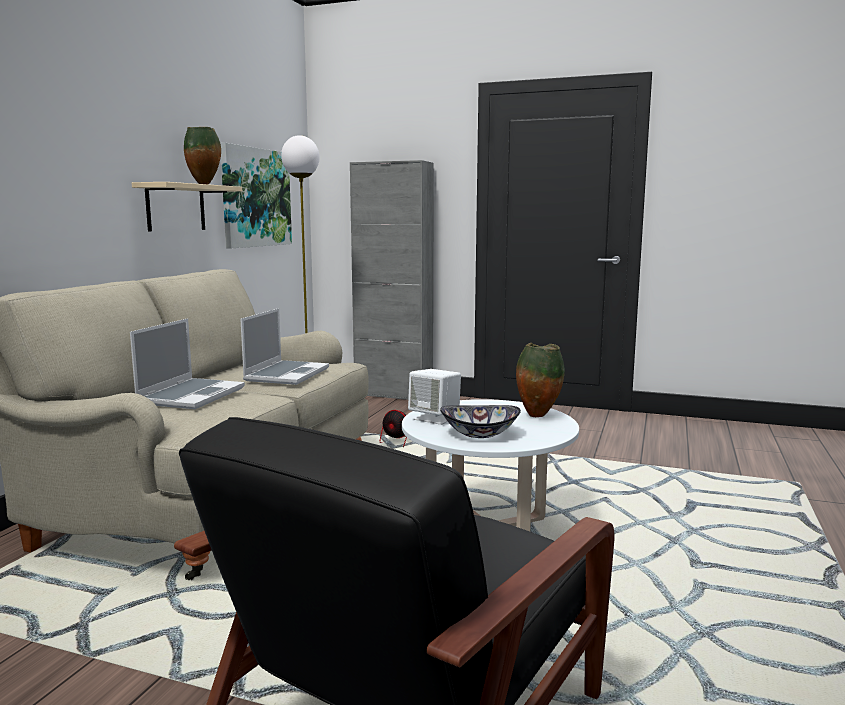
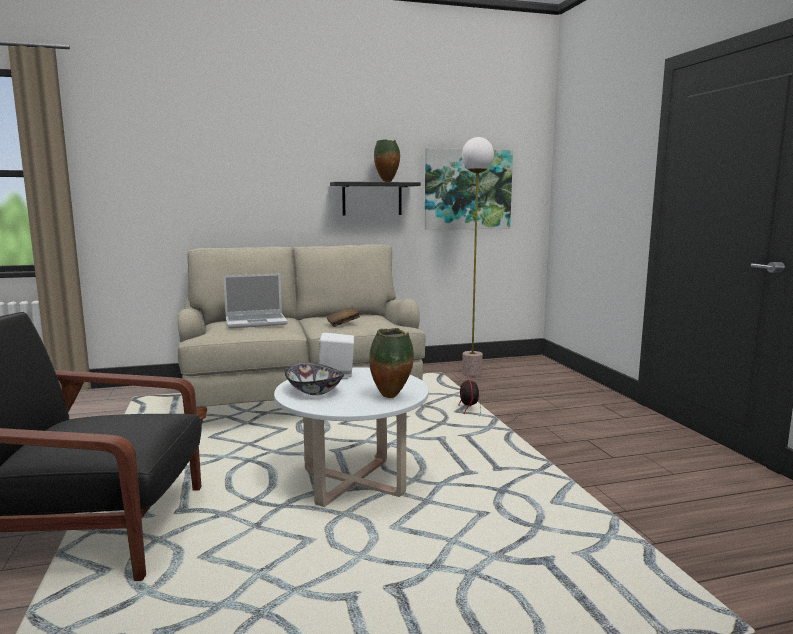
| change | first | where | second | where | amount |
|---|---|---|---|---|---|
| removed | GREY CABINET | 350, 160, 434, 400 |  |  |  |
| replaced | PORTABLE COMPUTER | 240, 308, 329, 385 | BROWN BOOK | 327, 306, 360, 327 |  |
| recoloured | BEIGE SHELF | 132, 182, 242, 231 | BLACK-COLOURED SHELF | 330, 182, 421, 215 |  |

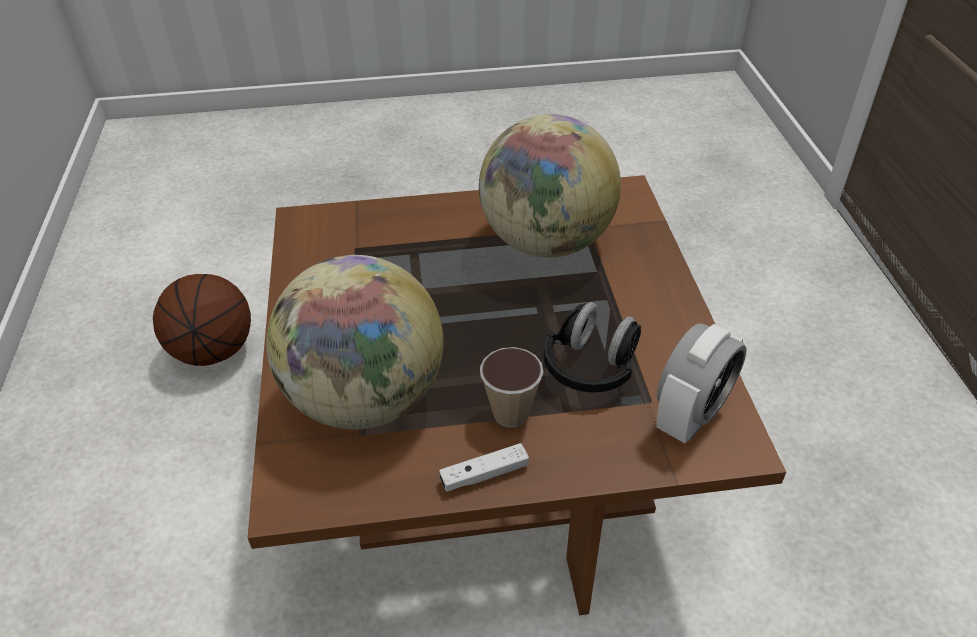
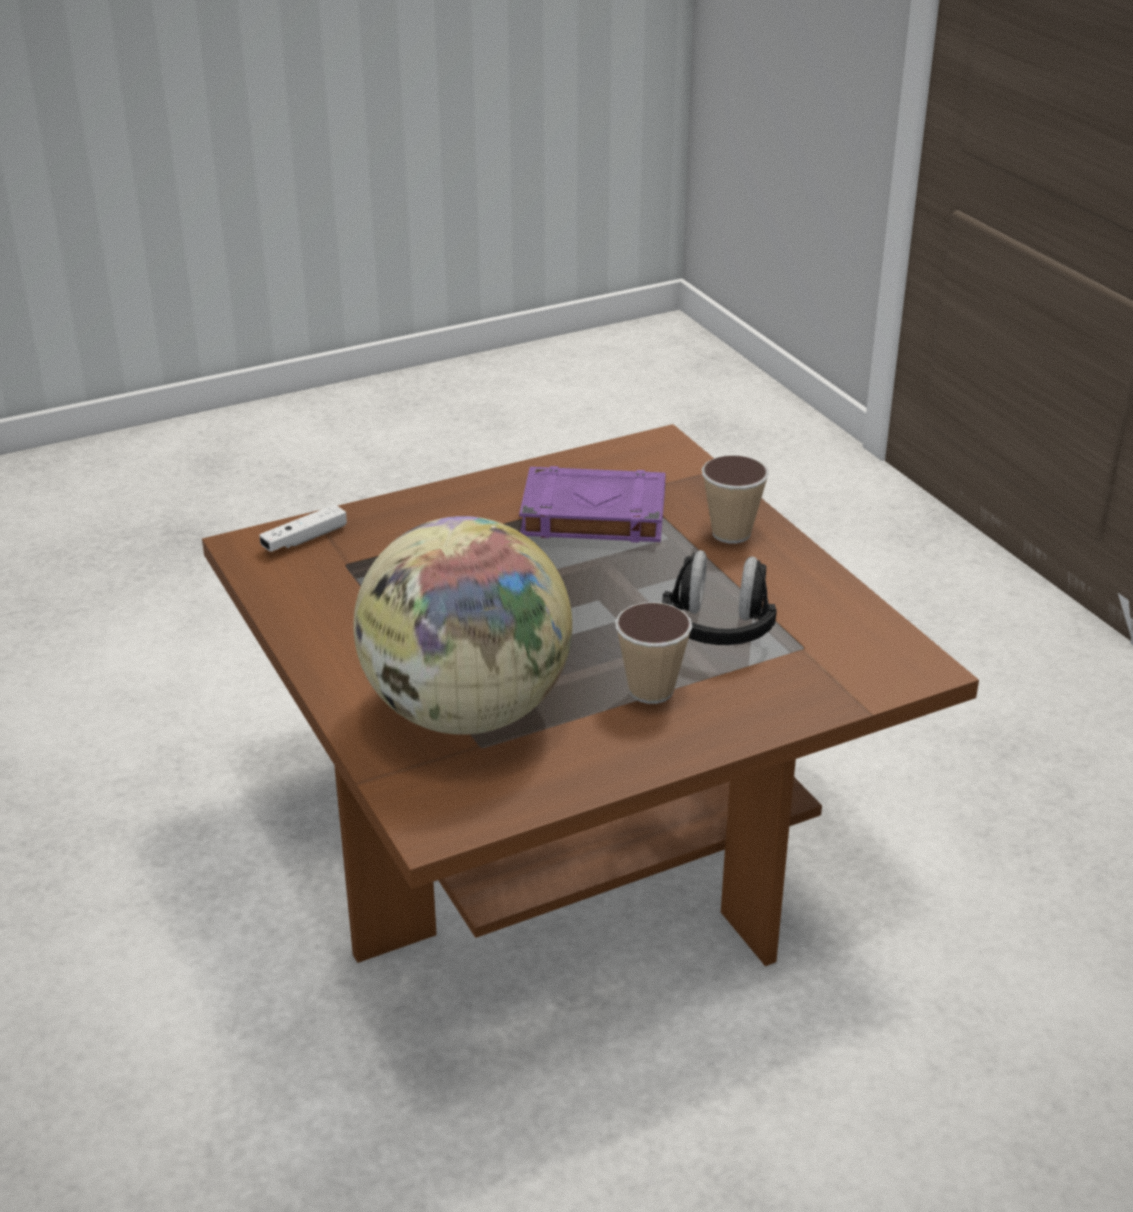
| change | first | where | second | where | amount |
|---|---|---|---|---|---|
| removed | BALL FOR BASKETBALL | 153, 274, 251, 366 |  |  |  |
| removed | BEDSIDE CLOCK | 656, 324, 746, 443 |  |  |  |
| added |  |  | CUP | 702, 455, 769, 543 |  |
| moved | WHITISH GAME CONTROLLER | 439, 443, 529, 492 |  | 259, 504, 347, 552 |  |
| replaced | WORLD GLOBE | 479, 114, 621, 258 | PURPLISH BOOK | 519, 466, 666, 543 |  |

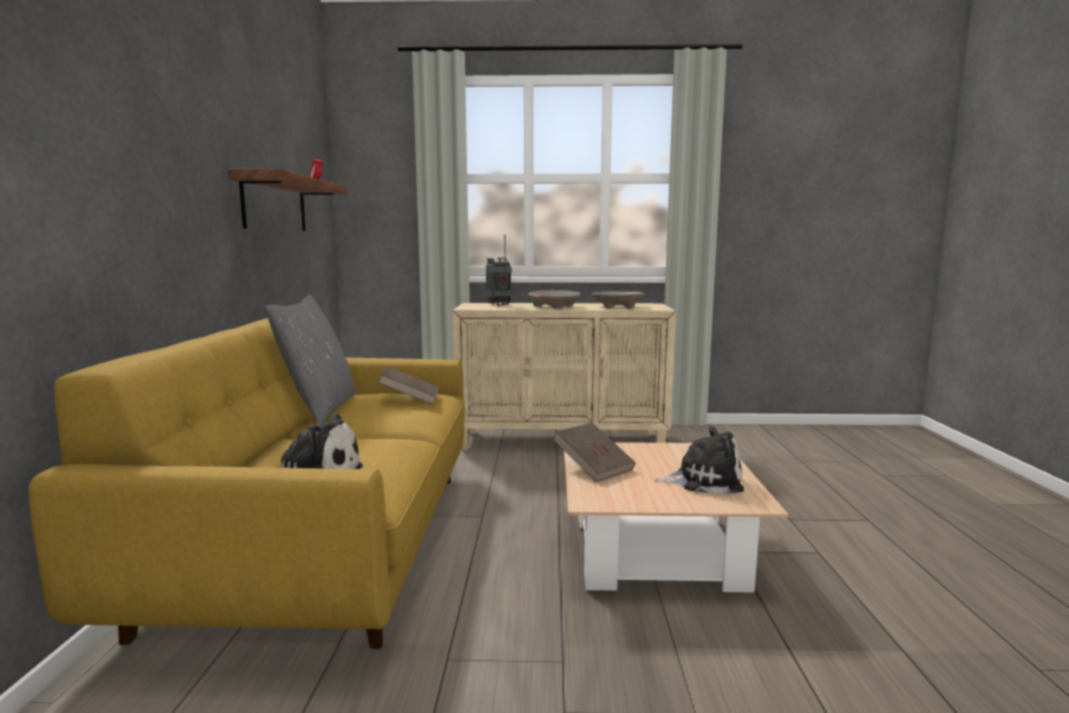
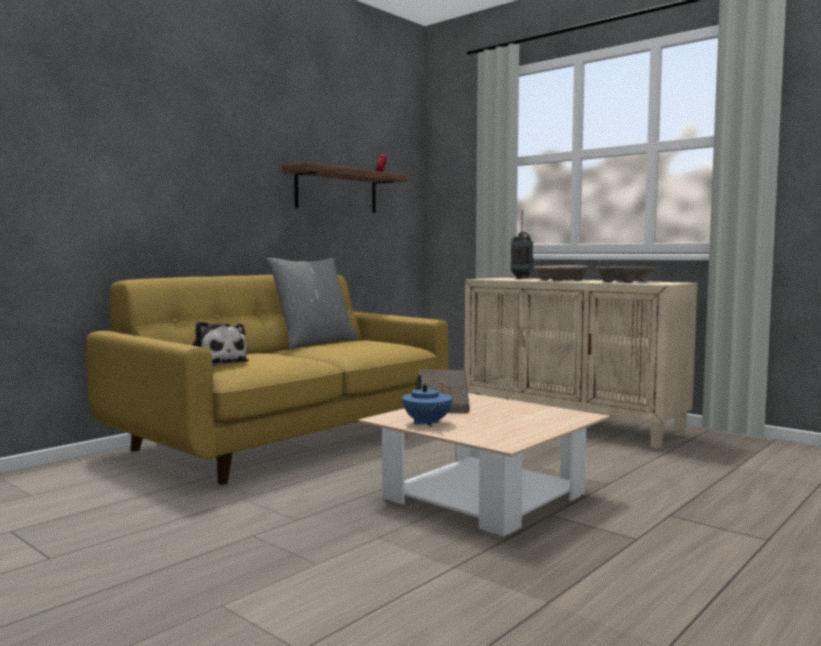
| change | first | where | second | where | amount |
|---|---|---|---|---|---|
| removed | BROWN BOOK | 378, 366, 438, 405 |  |  |  |
| removed | SOFT TOY | 654, 426, 744, 495 |  |  |  |
| added |  |  | BLUE POT FOR TEA | 402, 375, 452, 427 |  |

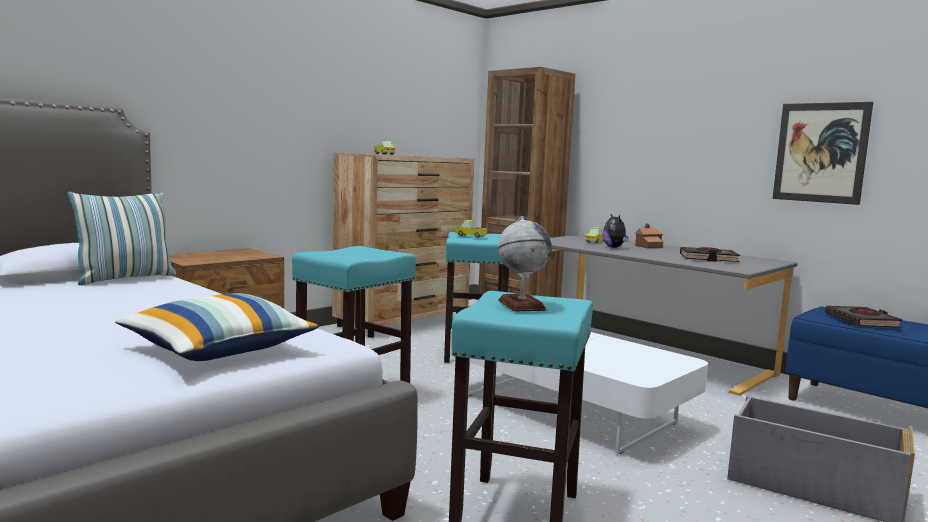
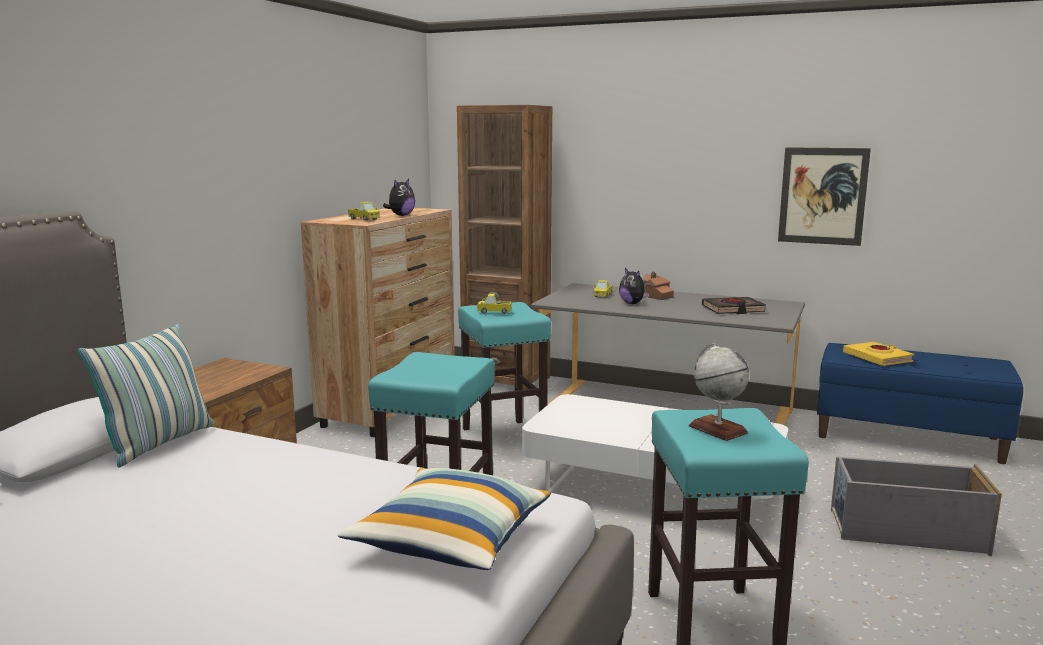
| change | first | where | second | where | amount |
|---|---|---|---|---|---|
| added |  |  | SOFT TOY | 383, 179, 415, 216 |  |
| recoloured | BLACK-COLOURED BOOK | 825, 306, 903, 328 | YELLOW BOOK | 843, 342, 914, 366 |  |

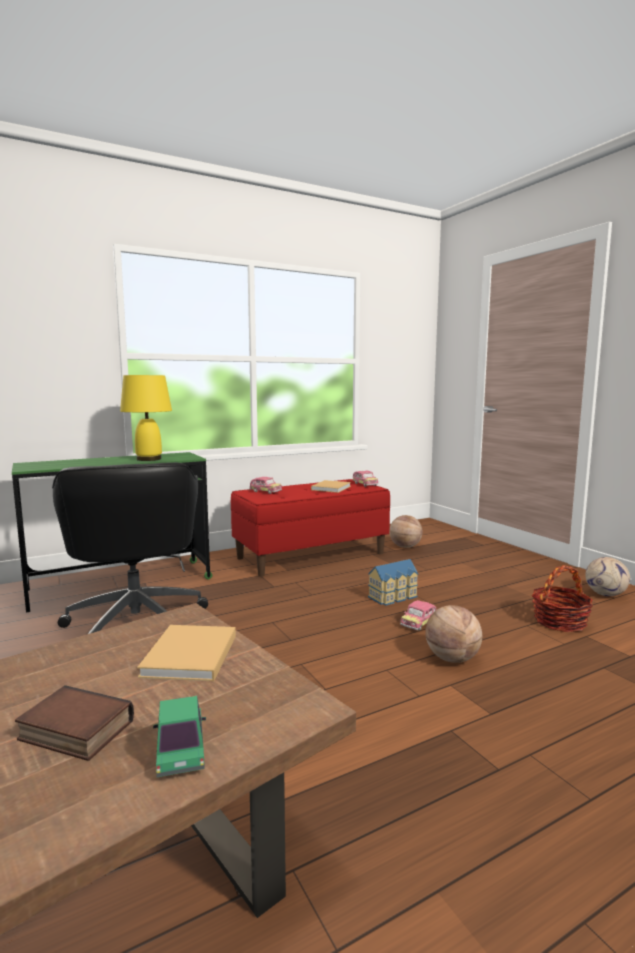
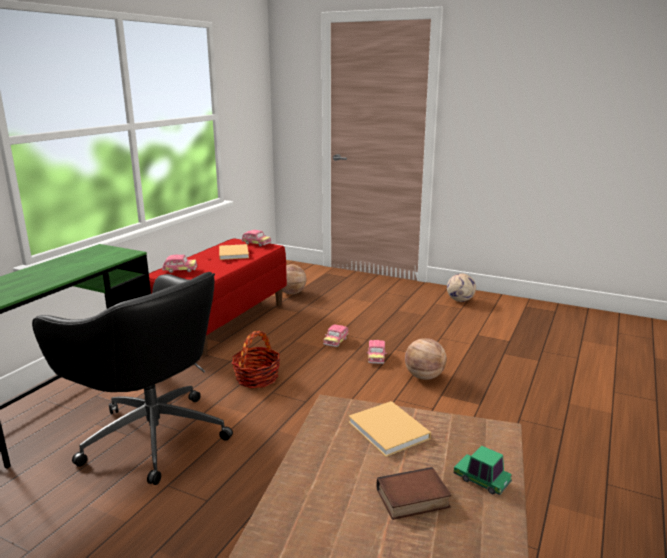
| change | first | where | second | where | amount |
|---|---|---|---|---|---|
| removed | YELLOW LAMP FOR A TABLE | 120, 375, 172, 461 |  |  |  |
| moved | STORAGE BASKET | 532, 565, 593, 632 |  | 232, 331, 280, 388 |  |
| replaced | MINIATURE HOUSE | 368, 559, 418, 606 | MINIATURE CAR | 323, 325, 348, 347 |  |

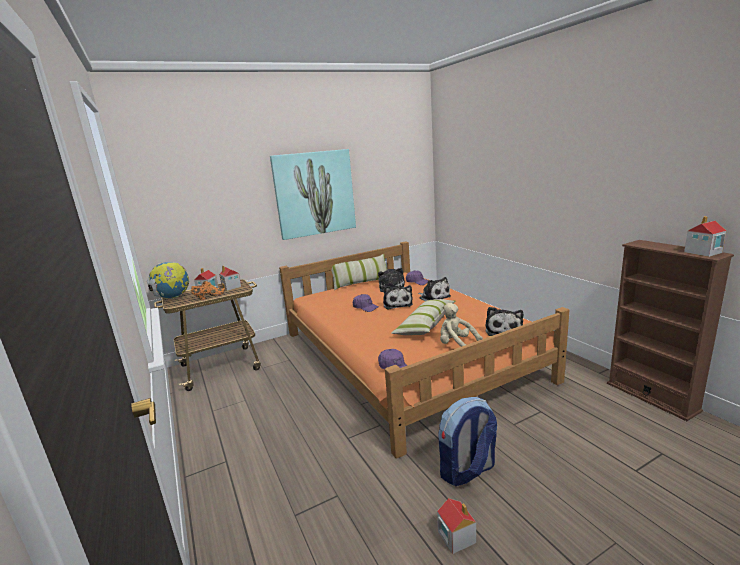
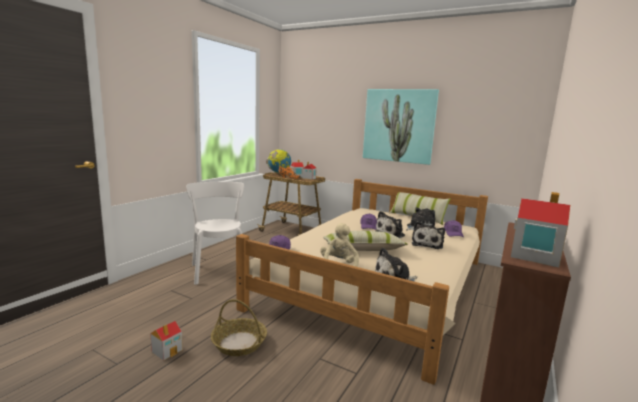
| change | first | where | second | where | amount |
|---|---|---|---|---|---|
| added |  |  | WHITISH CHAIR | 186, 182, 244, 285 |  |
| replaced | BACKPACK | 438, 397, 497, 486 | STORAGE BASKET | 211, 299, 267, 356 |  |
| recoloured | ORANGEY BED | 279, 241, 569, 459 | BEIGE BED | 236, 179, 488, 385 |  |

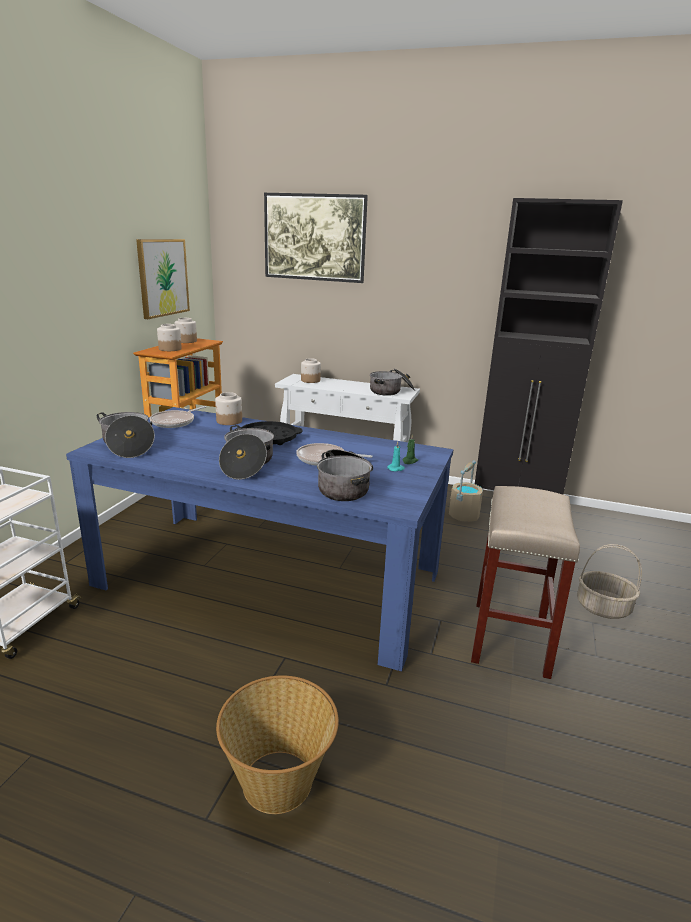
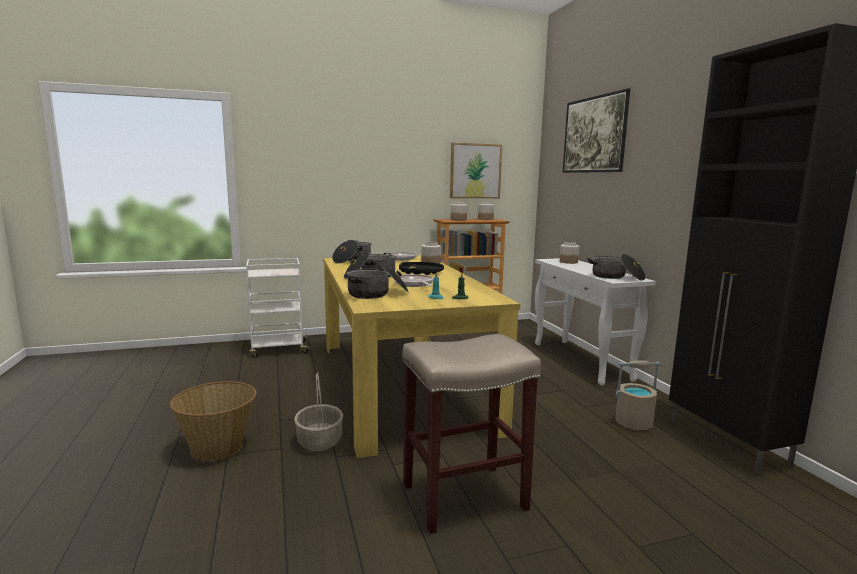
| change | first | where | second | where | amount |
|---|---|---|---|---|---|
| moved | STORAGE BASKET | 577, 544, 642, 619 |  | 294, 372, 343, 451 |  |
| recoloured | BLUE DINING TABLE | 66, 407, 454, 672 | YELLOW DINING TABLE | 323, 255, 520, 458 |  |

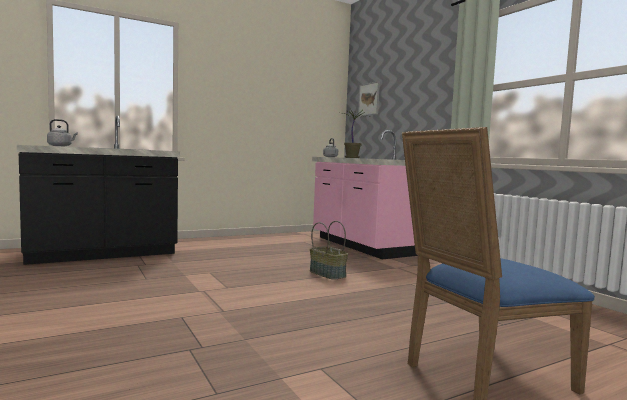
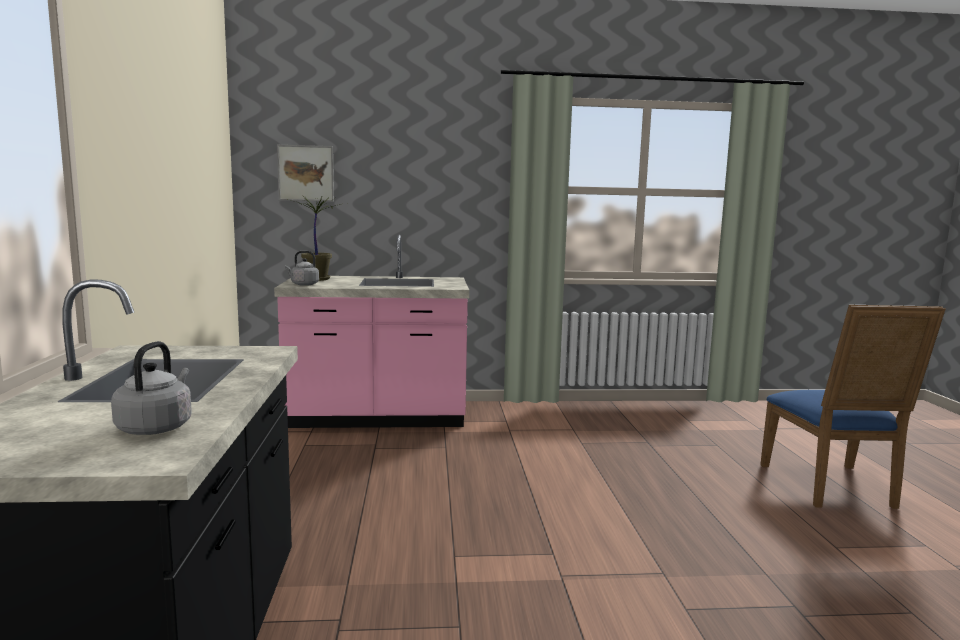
| change | first | where | second | where | amount |
|---|---|---|---|---|---|
| removed | STORAGE BASKET | 310, 221, 348, 280 |  |  |  |

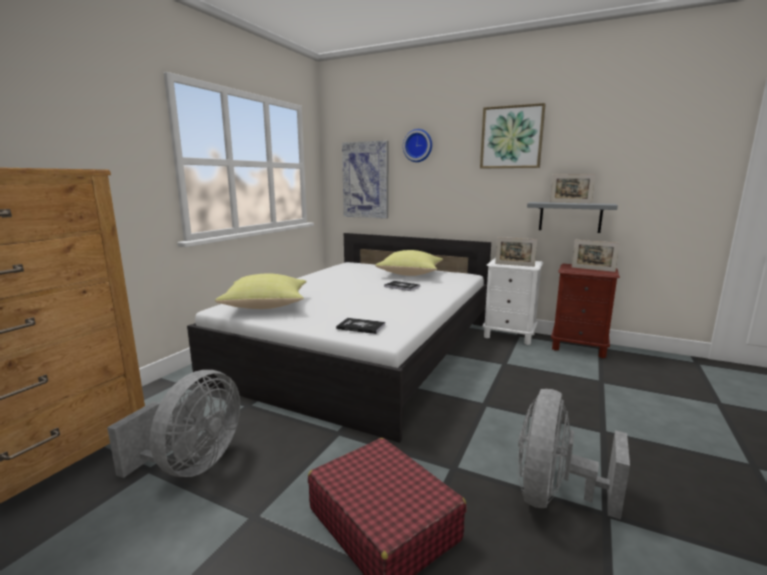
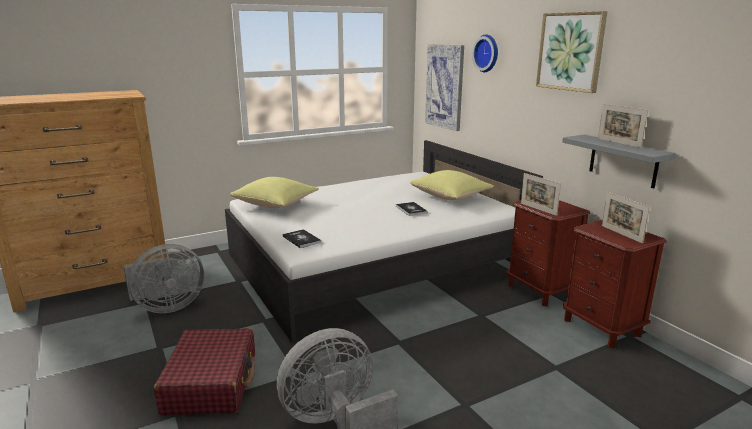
| change | first | where | second | where | amount |
|---|---|---|---|---|---|
| recoloured | WHITISH NIGHT TABLE | 482, 258, 543, 345 | BROWN NIGHT TABLE | 507, 200, 590, 306 |  |

